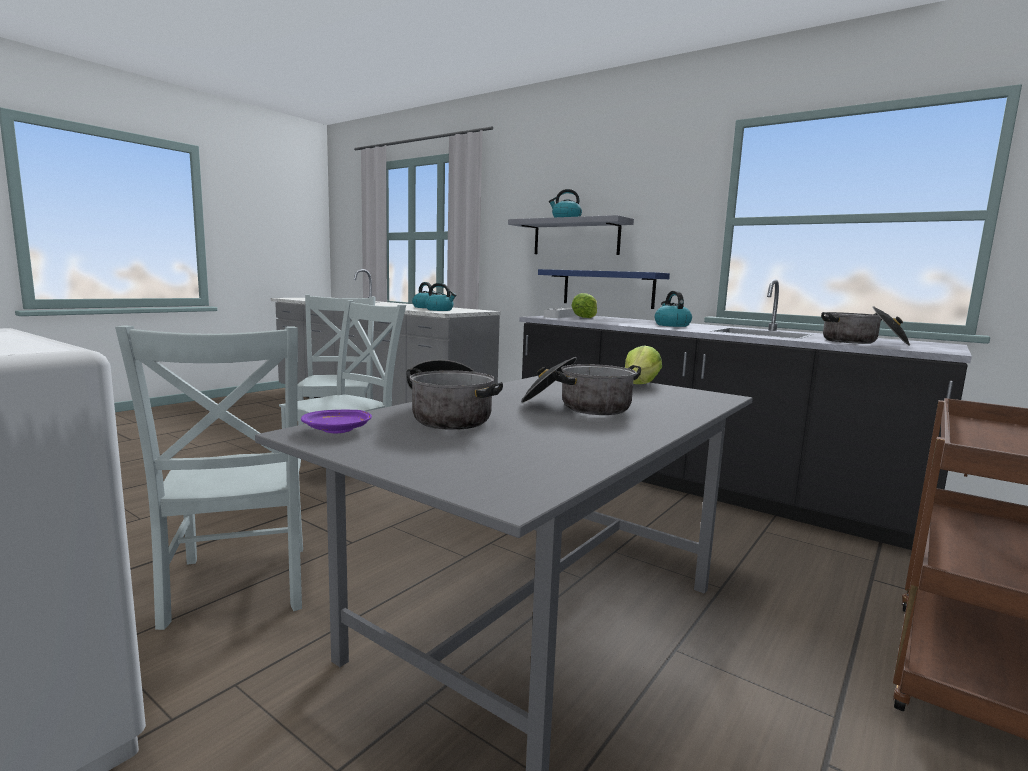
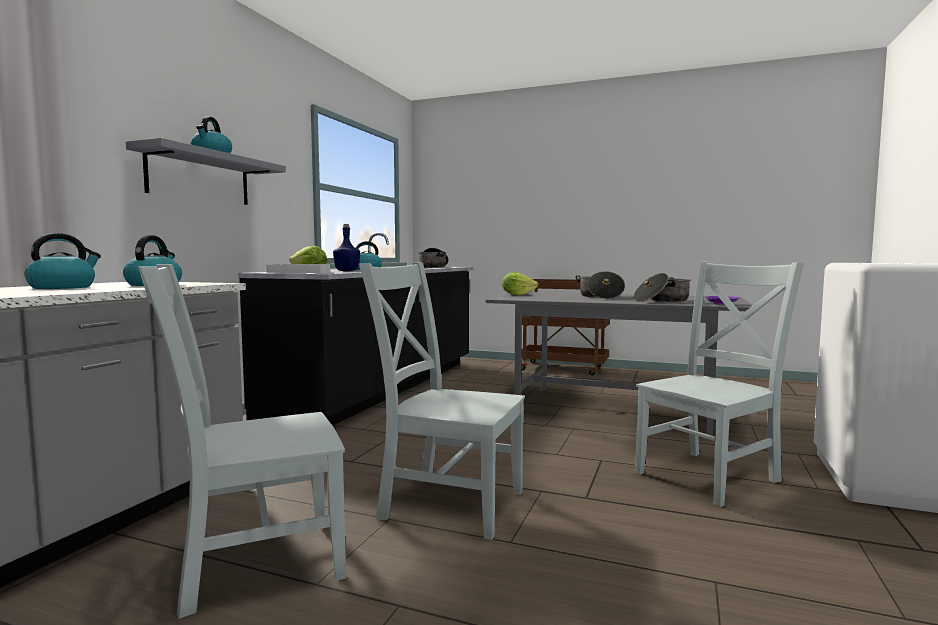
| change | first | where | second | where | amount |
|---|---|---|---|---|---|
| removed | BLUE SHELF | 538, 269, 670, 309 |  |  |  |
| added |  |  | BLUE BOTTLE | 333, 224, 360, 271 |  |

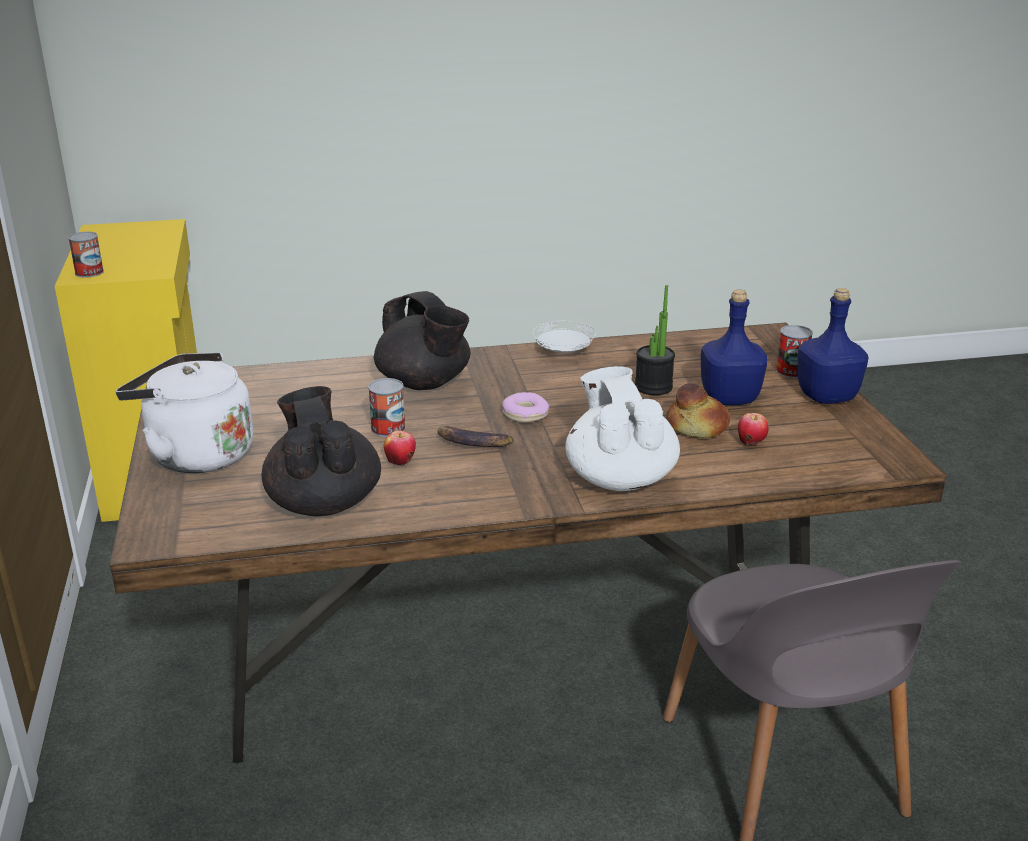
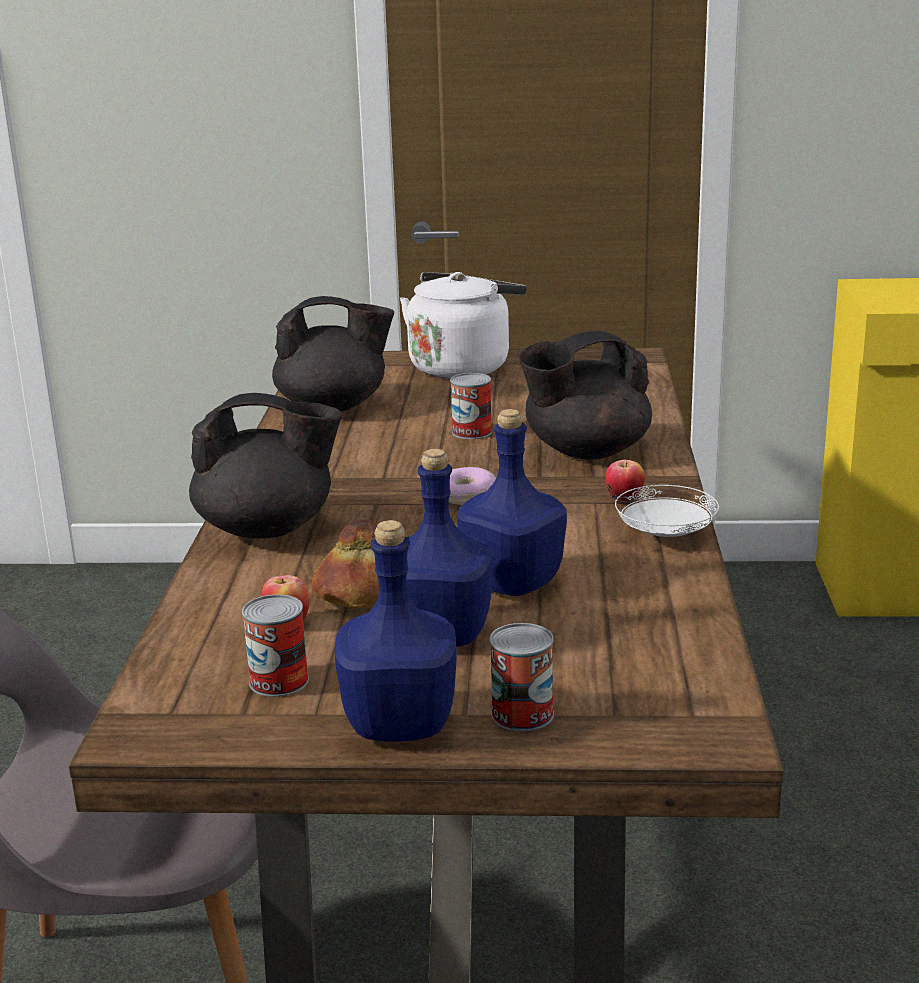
| change | first | where | second | where | amount |
|---|---|---|---|---|---|
| removed | WHOLE BANANA | 437, 426, 513, 447 |  |  |  |
| moved | SEALED CAN | 68, 232, 104, 278 |  | 242, 594, 309, 697 |  |
| moved | APPLE FRUIT | 384, 431, 416, 466 |  | 605, 460, 645, 501 |  |
| replaced | PLANT IN A POT | 635, 285, 675, 395 | BLUE BOTTLE | 457, 409, 567, 596 |  |
| recoloured | WHITISH POT FOR TEA | 565, 366, 680, 491 | BLACK-COLOURED POT FOR TEA | 189, 393, 342, 538 |  |

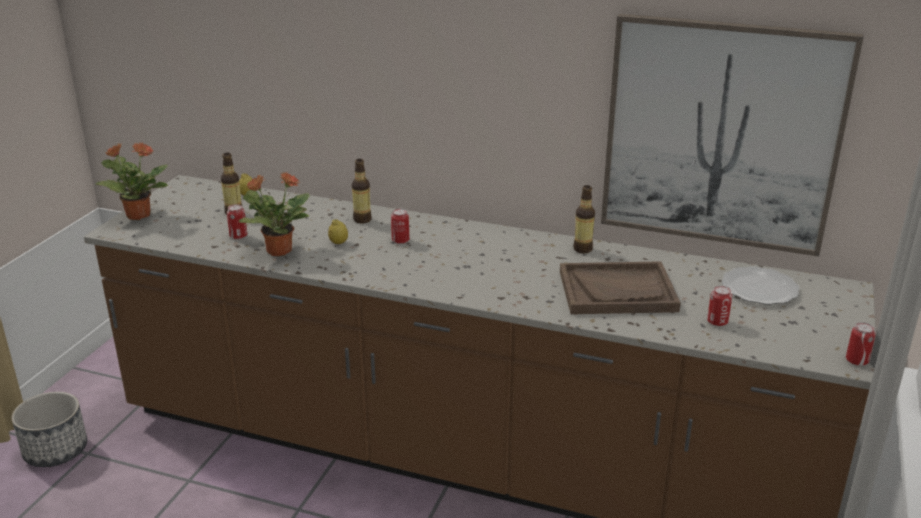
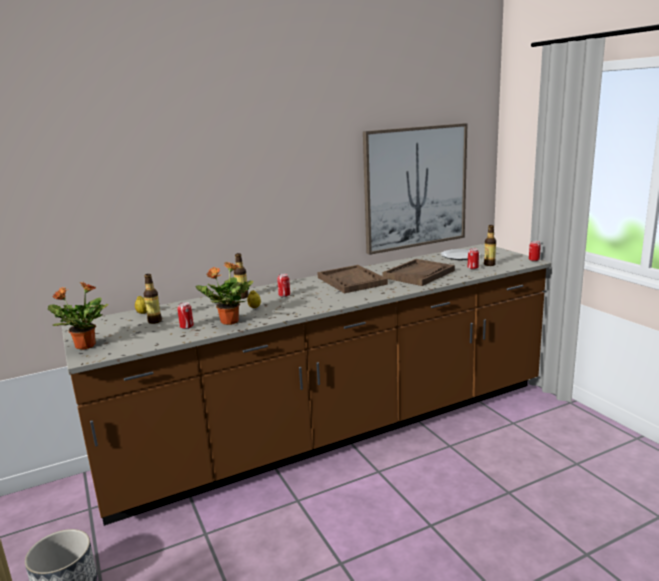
| change | first | where | second | where | amount |
|---|---|---|---|---|---|
| added |  |  | BROWN CARRYING TRAY | 317, 265, 388, 293 |  |
| moved | BOTTLE | 573, 185, 595, 254 |  | 484, 225, 496, 266 |  |

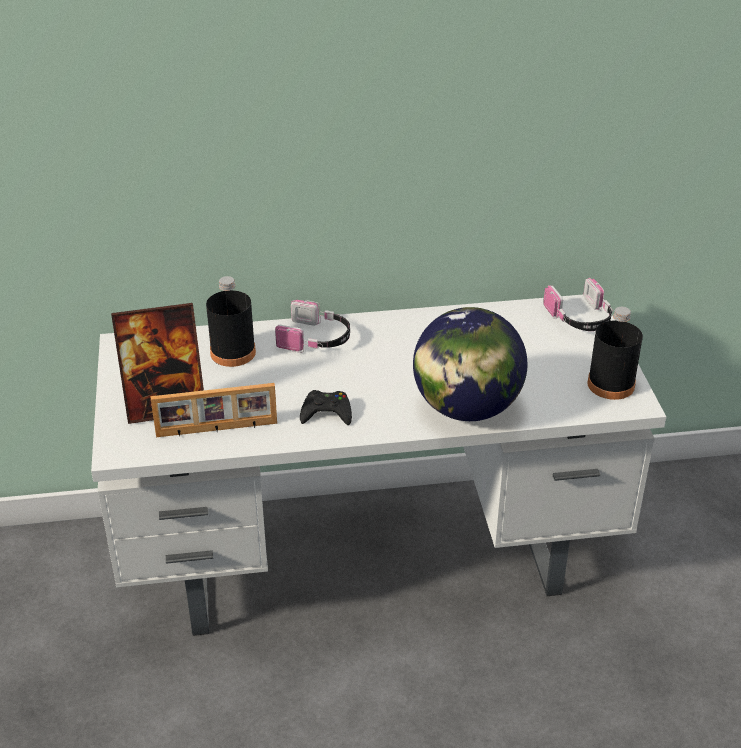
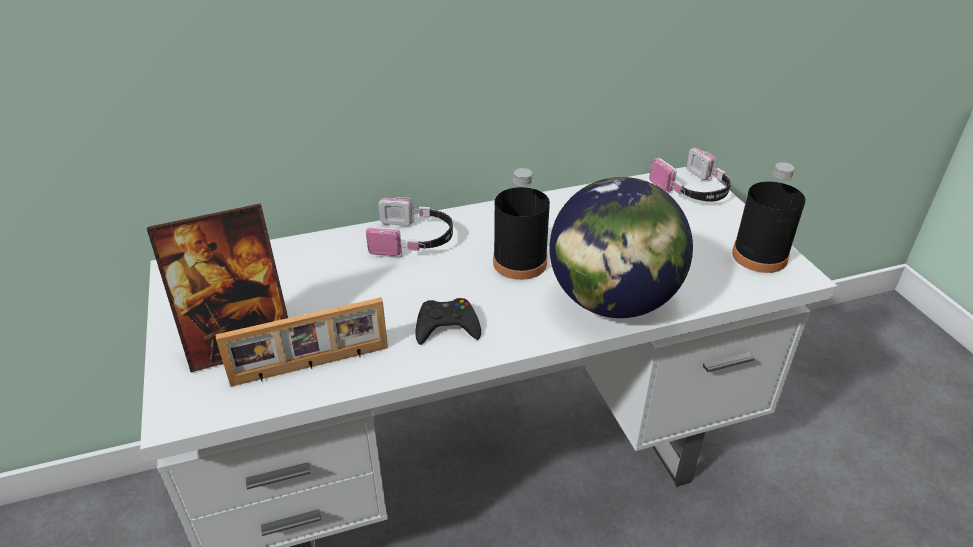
| change | first | where | second | where | amount |
|---|---|---|---|---|---|
| moved | BLACK-COLOURED BOTTLE | 206, 276, 256, 367 |  | 493, 168, 550, 280 |  |

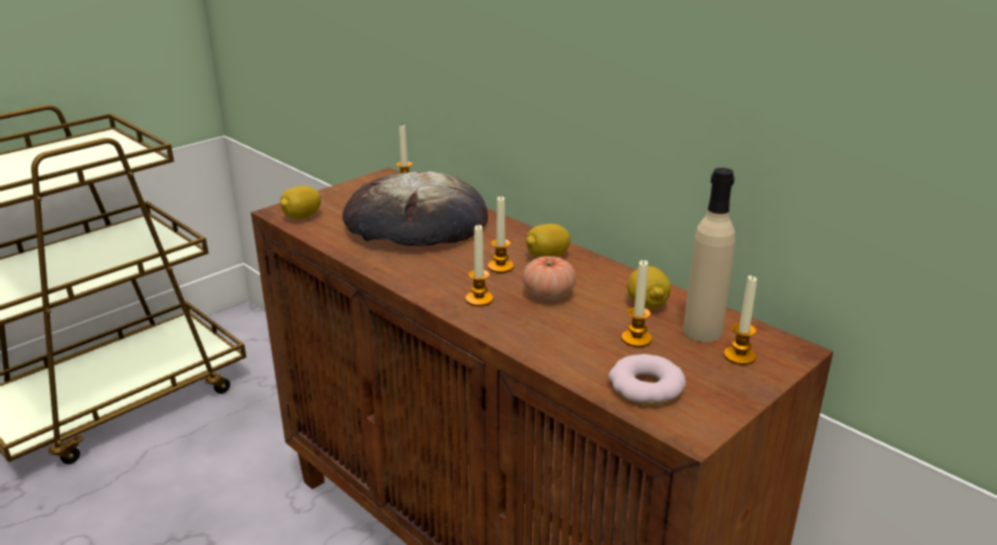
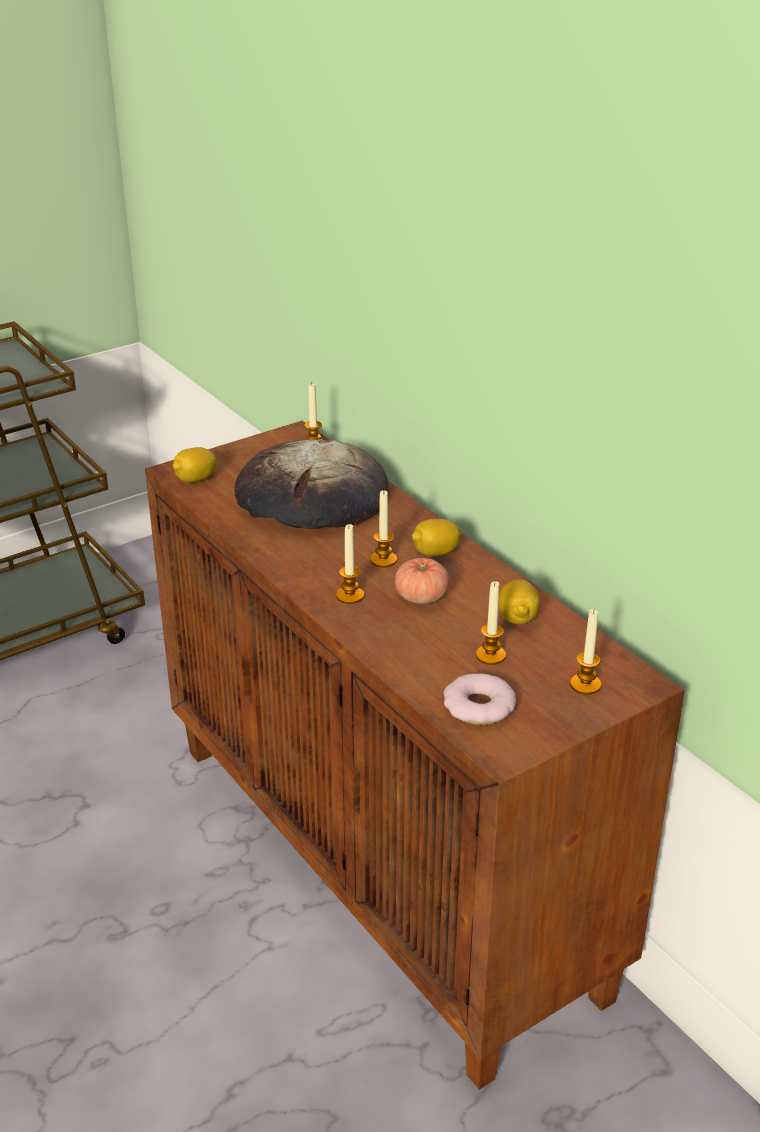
| change | first | where | second | where | amount |
|---|---|---|---|---|---|
| removed | BEIGE BOTTLE | 683, 168, 735, 342 |  |  |  |

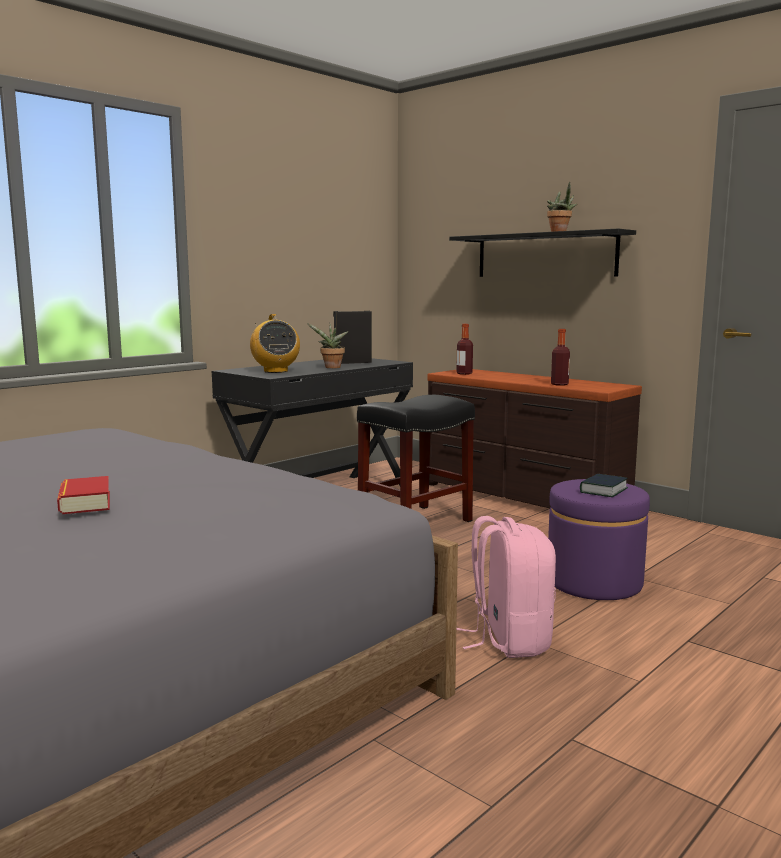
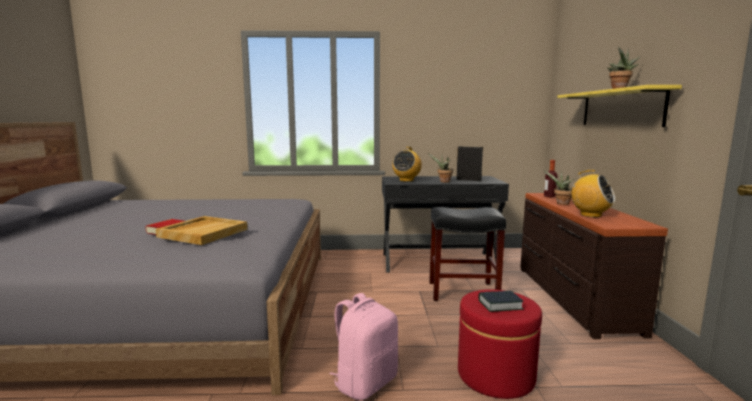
| change | first | where | second | where | amount |
|---|---|---|---|---|---|
| added |  |  | BEIGE CARRYING TRAY | 156, 216, 248, 245 |  |
| added |  |  | PLANT IN A POT | 543, 170, 574, 205 |  |
| replaced | BOTTLE | 551, 329, 570, 386 | RADIO | 571, 170, 615, 218 |  |
| recoloured | BLACK-COLOURED SHELF | 449, 229, 636, 277 | YELLOW SHELF | 557, 85, 682, 127 |  |
| recoloured | PURPLISH OTTOMAN | 548, 479, 650, 600 | RED OTTOMAN | 458, 289, 542, 399 |  |

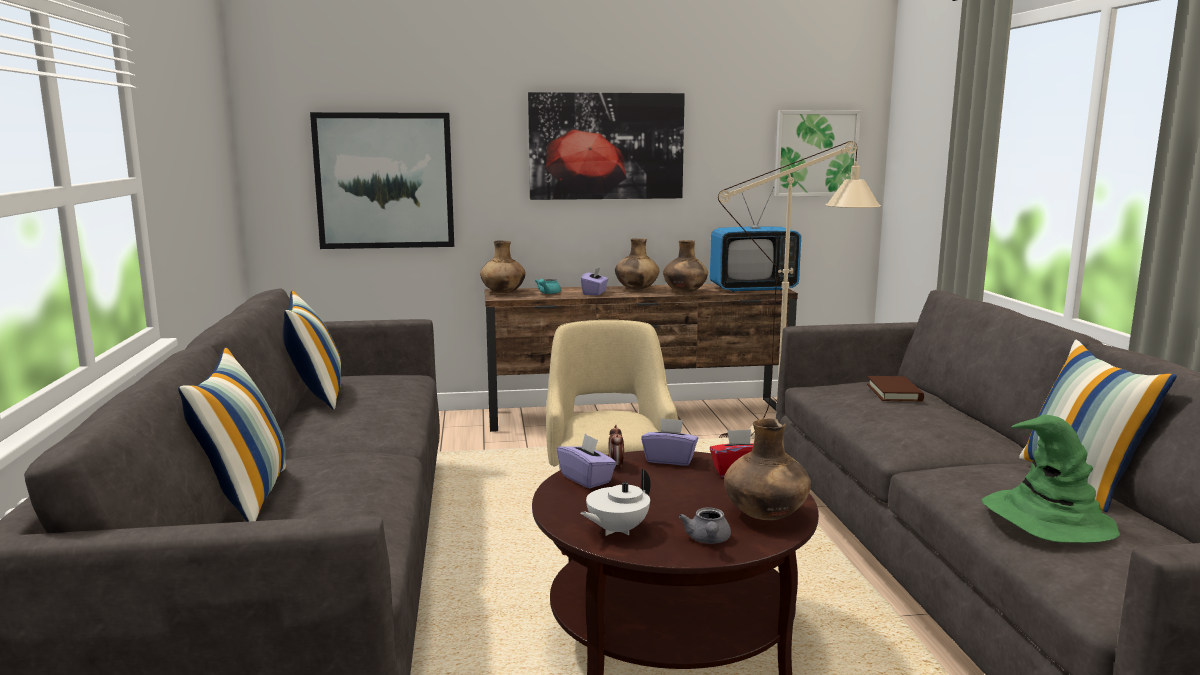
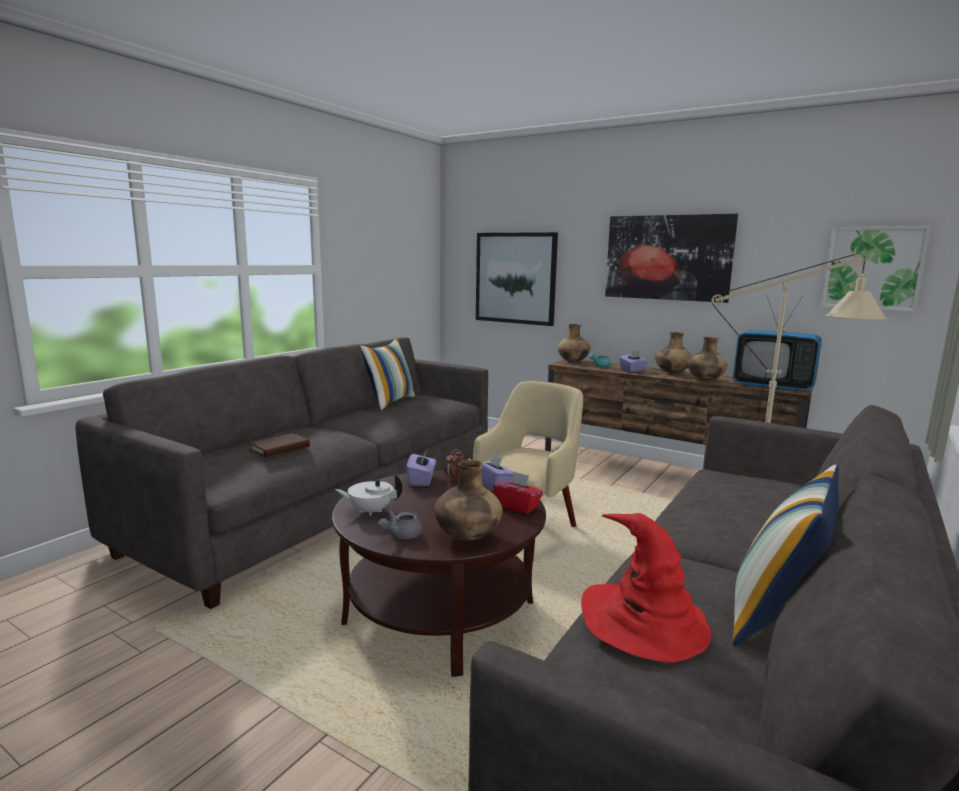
| change | first | where | second | where | amount |
|---|---|---|---|---|---|
| removed | CUSHION | 178, 347, 287, 522 |  |  |  |
| moved | BROWN BOOK | 867, 376, 924, 402 |  | 249, 433, 310, 457 |  |
| recoloured | GREENISH HAT | 981, 415, 1120, 543 | RED HAT | 581, 513, 712, 662 |  |

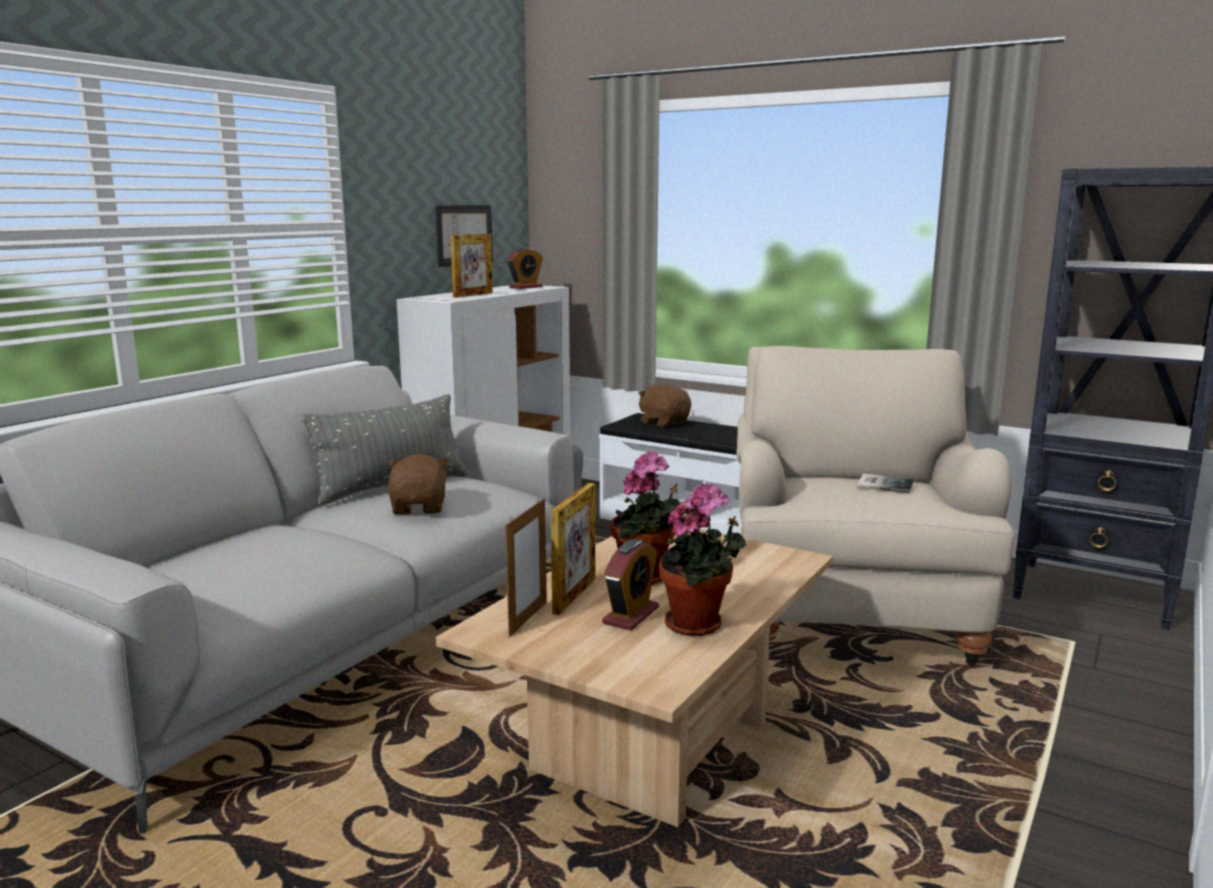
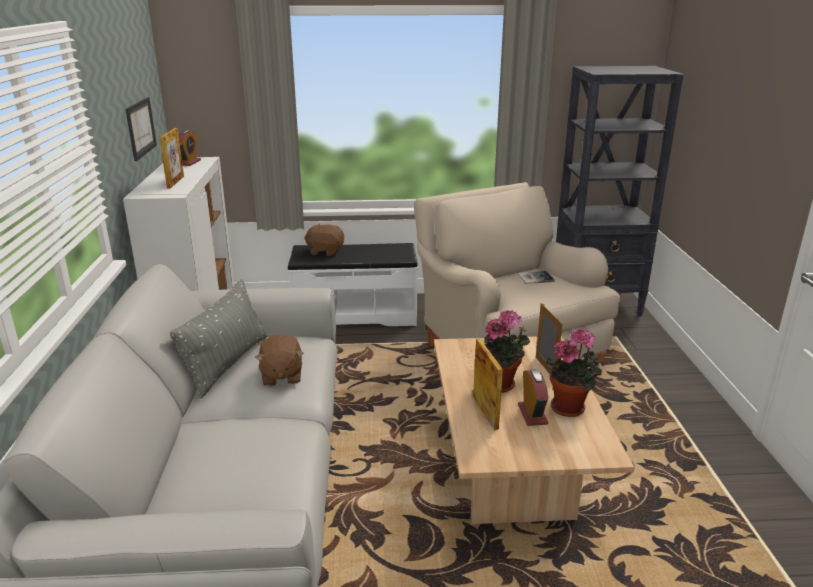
| change | first | where | second | where | amount |
|---|---|---|---|---|---|
| moved | PICTURE FRAME | 505, 498, 547, 637 |  | 536, 303, 562, 374 |  |
| turned | BROWN SOFT TOY | 387, 454, 449, 515 |  | 255, 335, 304, 386 | 150 degrees counterclockwise |

